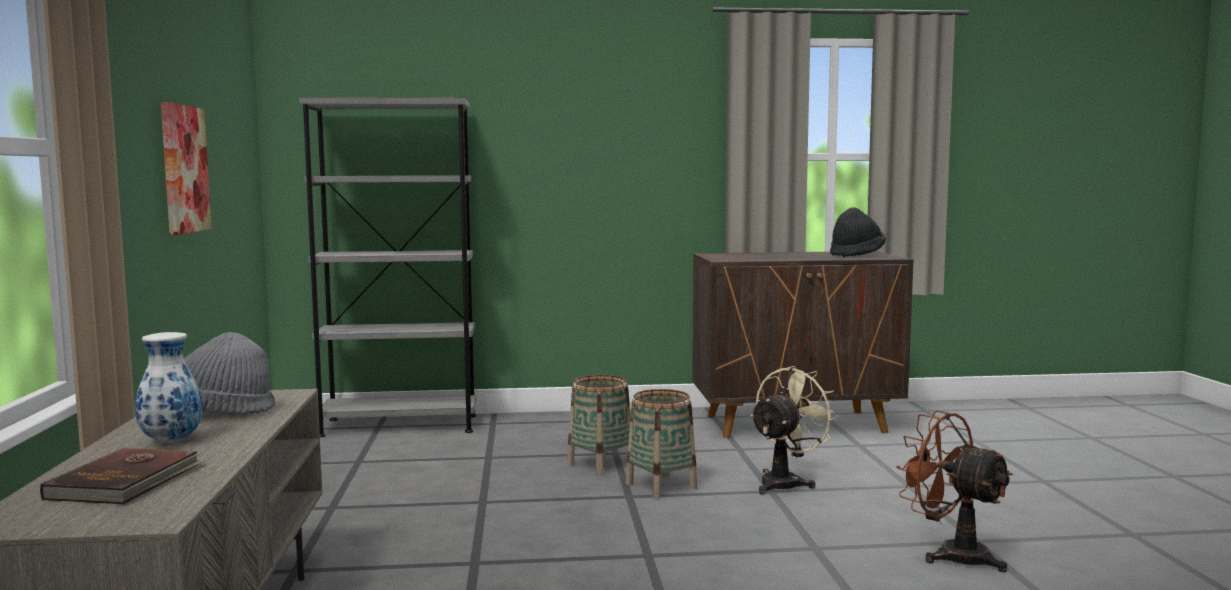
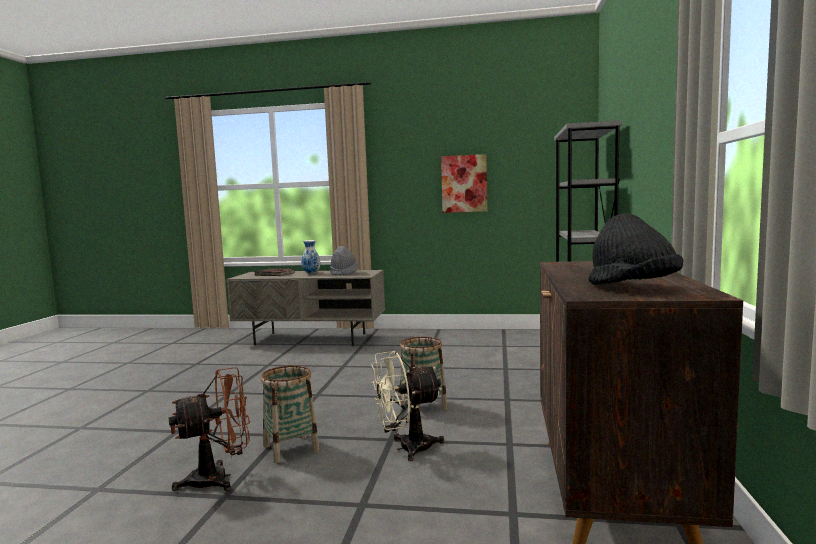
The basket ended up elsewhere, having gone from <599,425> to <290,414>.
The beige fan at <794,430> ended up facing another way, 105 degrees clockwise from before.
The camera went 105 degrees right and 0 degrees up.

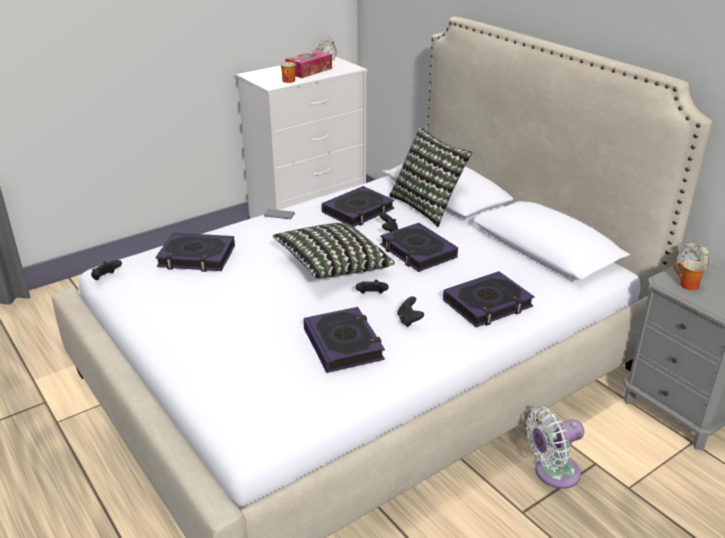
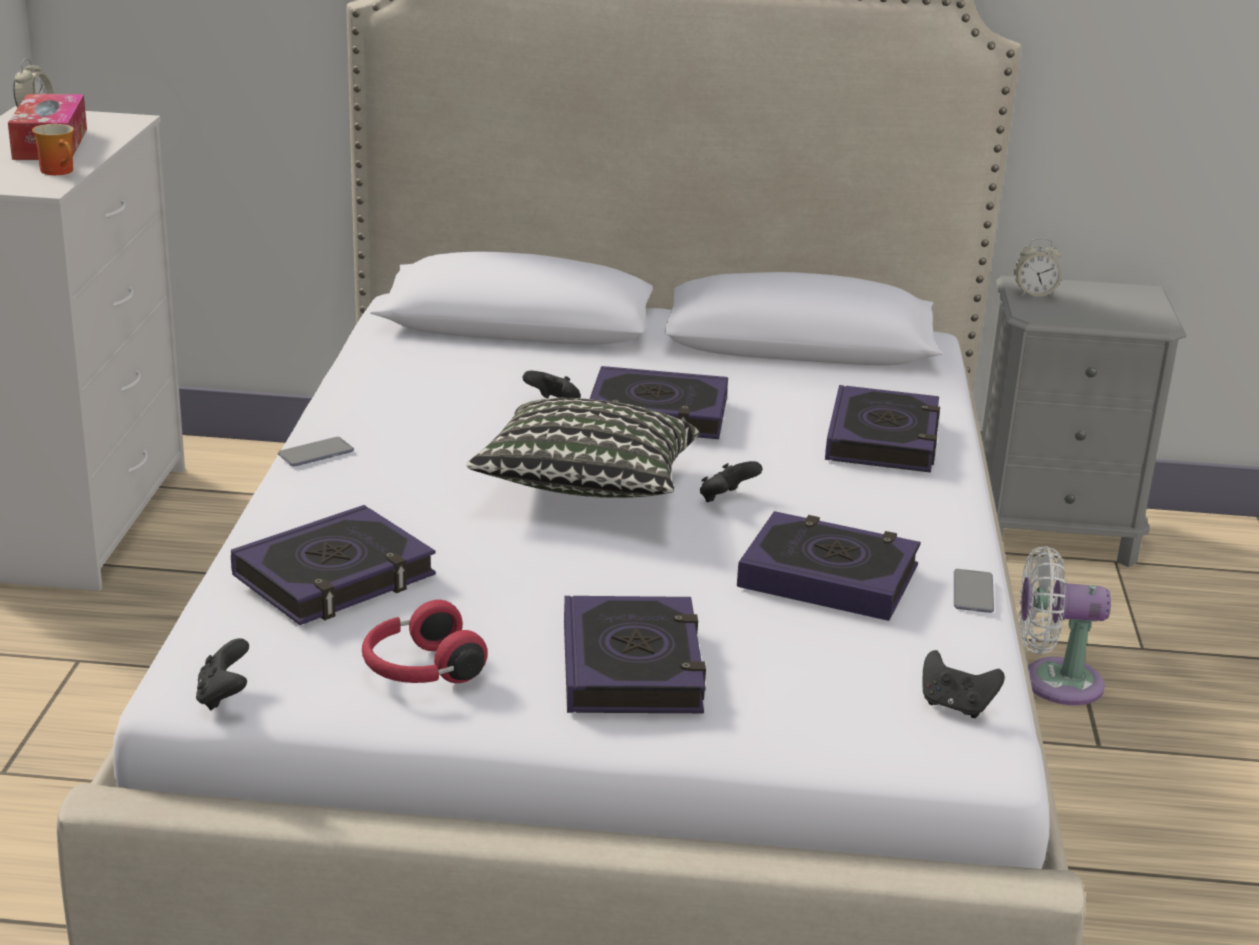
The book ended up elsewhere, having gone from <358,206> to <635,654>.
The second view lost the pillow at <430,177>.
The black game controller ended up elsewhere, having gone from <410,311> to <963,684>.
The white fan at <555,448> ended up facing another way, 75 degrees clockwise from before.
The second view lost the mug at <690,275>.
The second view gained the red headphones at <425,641>.
The second view gained the phone at <974,591>.
The camera went 50 degrees left and 5 degrees down.

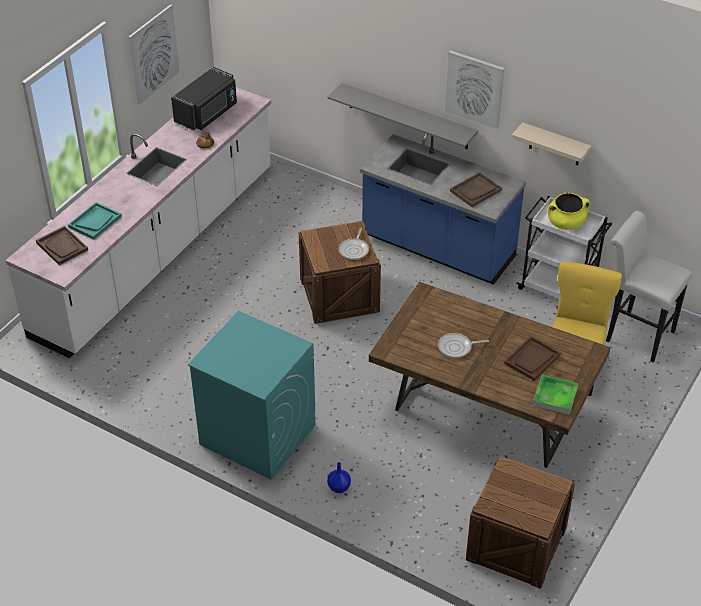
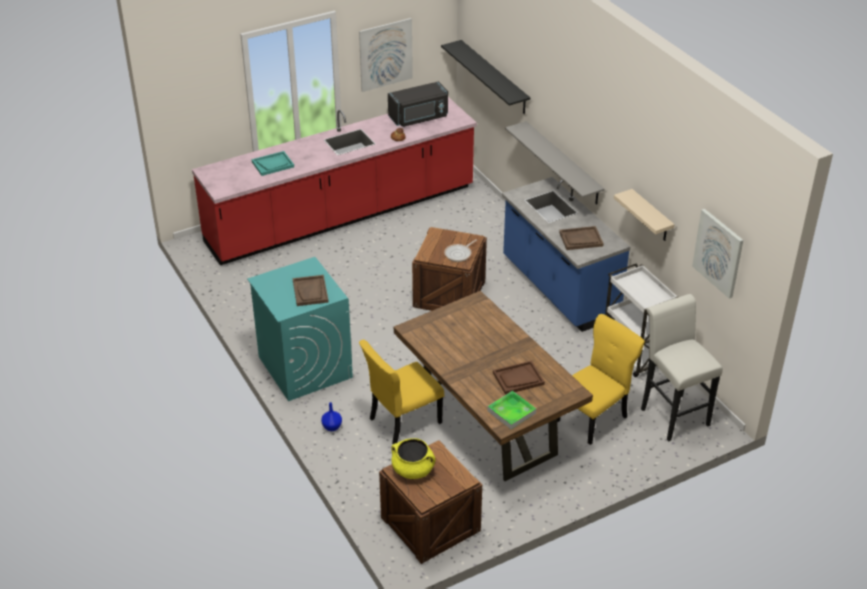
What was the white counter at <138,222> turned into the red counter at <334,181>.
The brown tray ended up elsewhere, having gone from <62,245> to <311,290>.
The second view lost the frying pan at <463,345>.
The picture ended up elsewhere, having gone from <474,89> to <717,254>.
The yellow cooking pot ended up elsewhere, having gone from <568,211> to <413,458>.
The second view gained the yellow chair at <401,392>.
The second view gained the black shelf at <485,77>.
The camera went 30 degrees right and 5 degrees down.

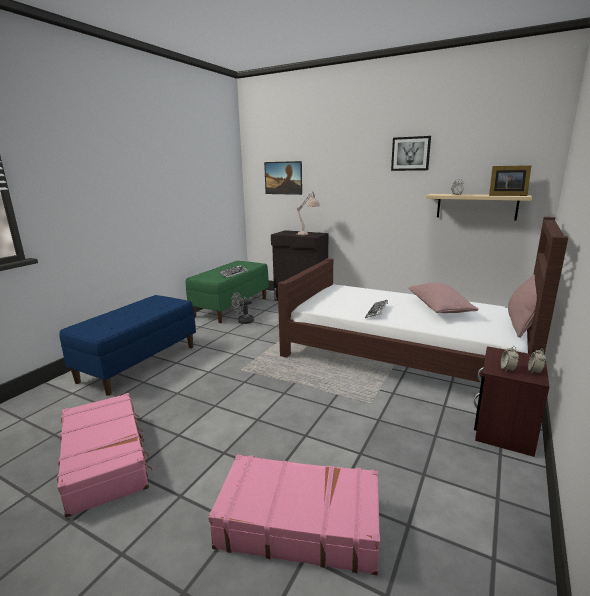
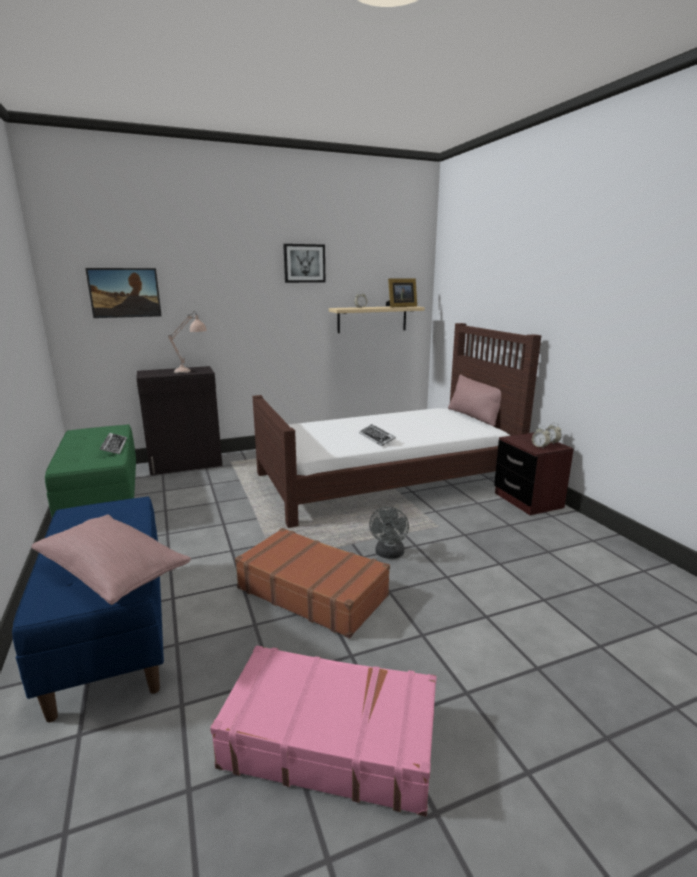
The second view lost the pink suitcase at <294,515>.
The grey fan ended up elsewhere, having gone from <242,308> to <389,533>.
The pink pillow ended up elsewhere, having gone from <443,297> to <111,560>.
The second view gained the brown suitcase at <312,583>.
The camera went 50 degrees left and 0 degrees up.

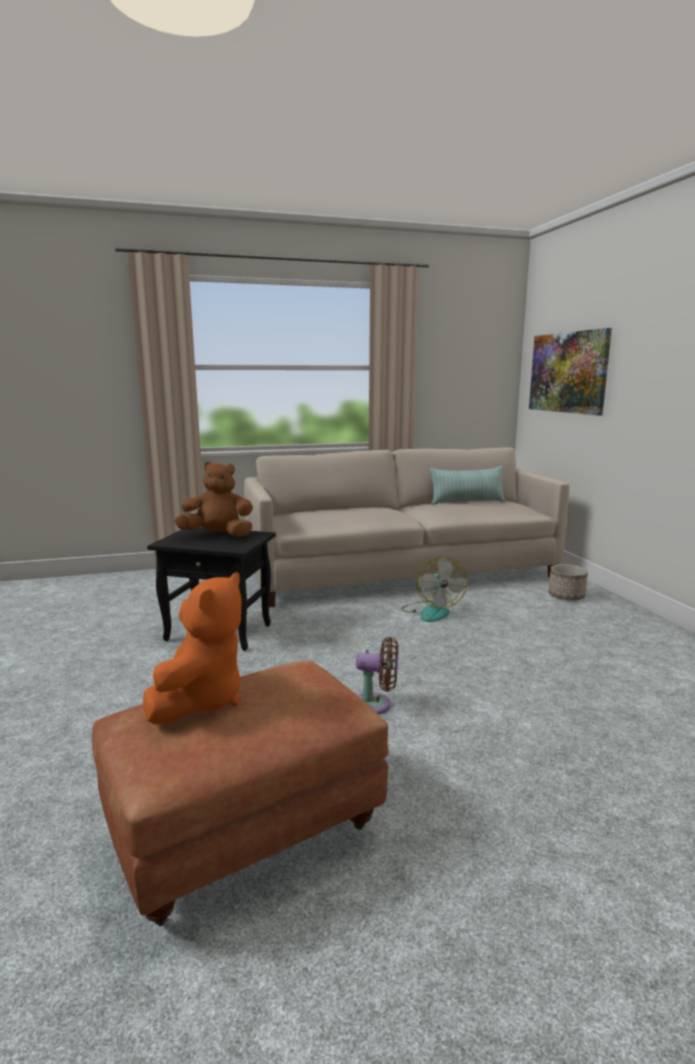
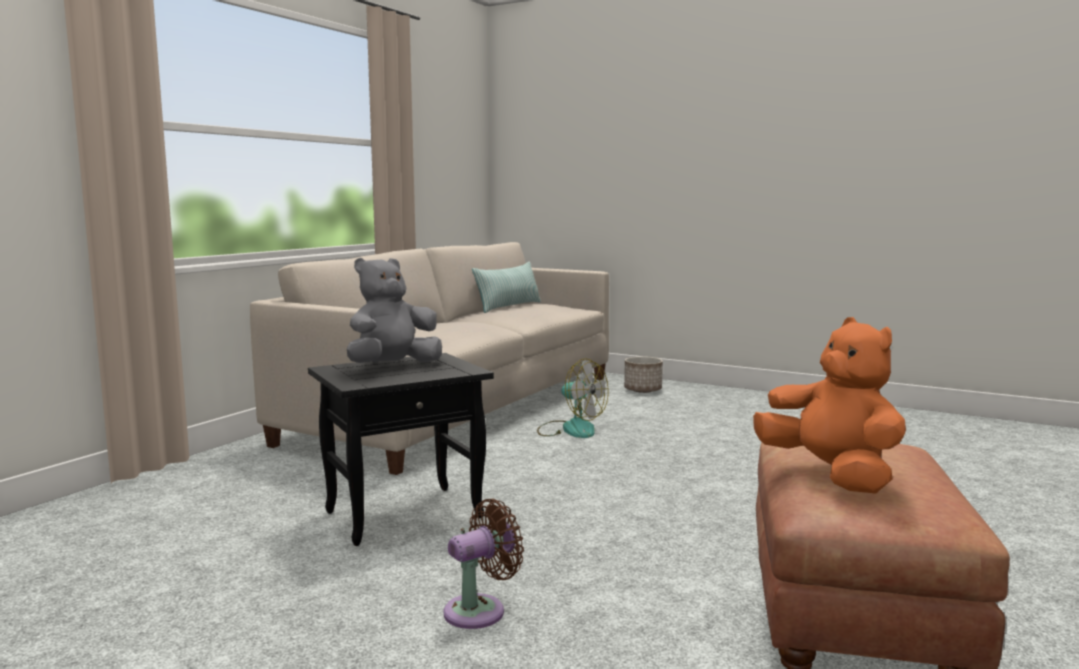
What was the brown plush toy at <214,499> turned into the grey plush toy at <394,310>.
The brown fan ended up elsewhere, having gone from <377,675> to <484,563>.
The second view lost the picture at <570,372>.
The camera went 45 degrees left and 5 degrees down.

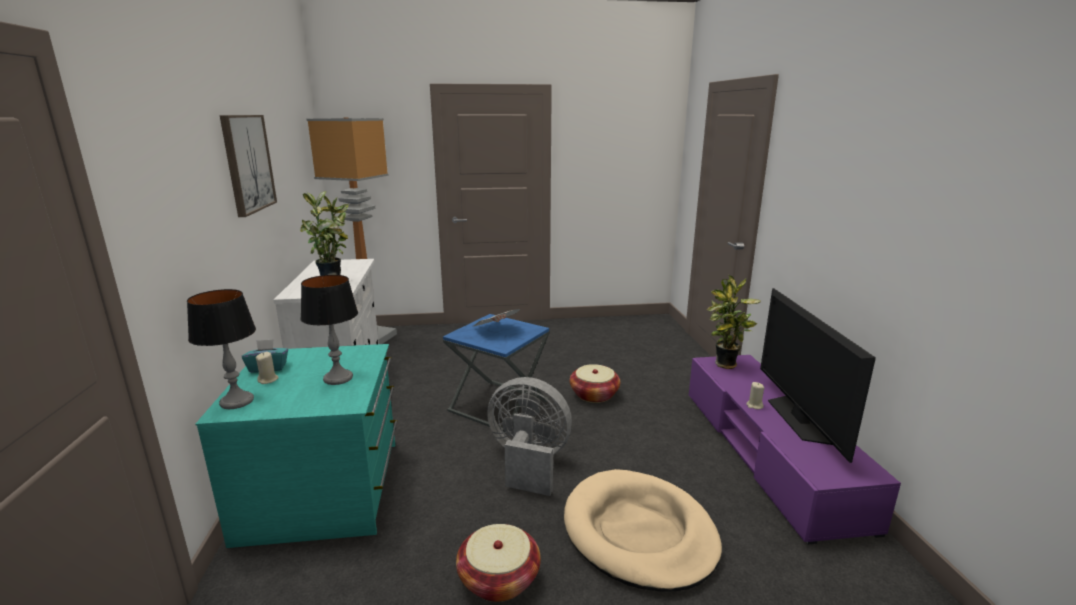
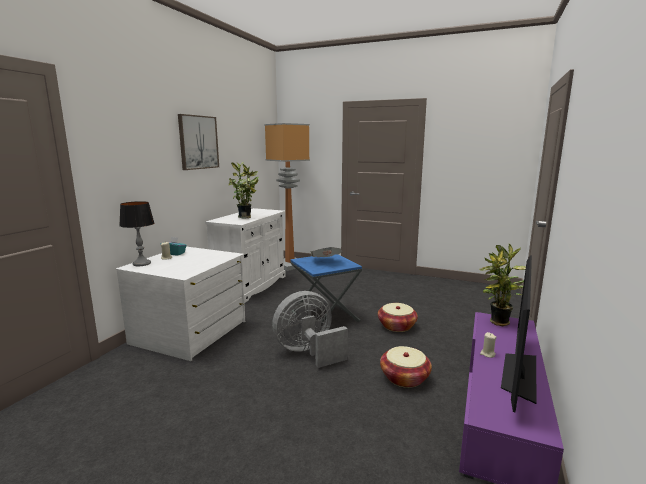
What was the turquoise dresser at <296,446> turned into the white dresser at <180,304>.
The second view lost the table lamp at <329,330>.
The basket ended up elsewhere, having gone from <498,563> to <406,367>.
The grey fan at <529,436> ended up facing another way, 75 degrees counterclockwise from before.
The second view lost the beige dog bed at <643,530>.
The camera went 30 degrees right and 5 degrees down.

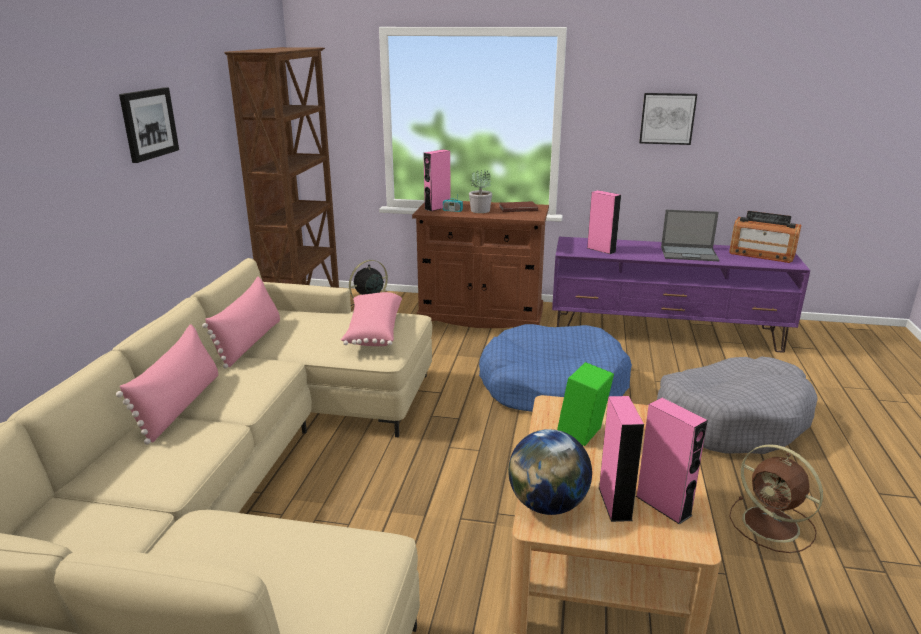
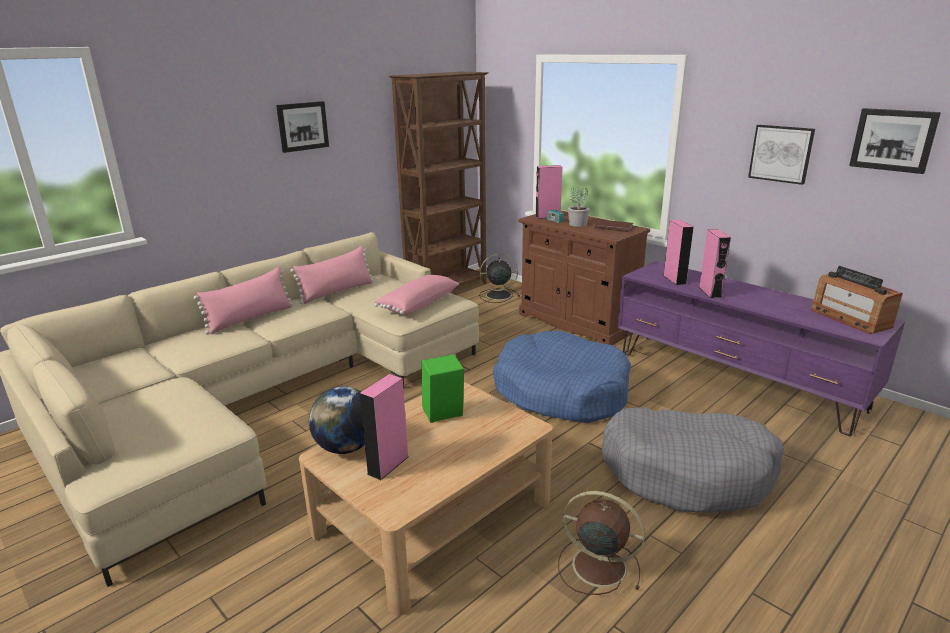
The pink speaker ended up elsewhere, having gone from <672,461> to <715,263>.
The second view lost the laptop at <690,235>.
The brown fan at <776,498> ended up facing another way, 120 degrees clockwise from before.
The second view gained the picture at <895,141>.
The camera went 35 degrees right and 0 degrees up.

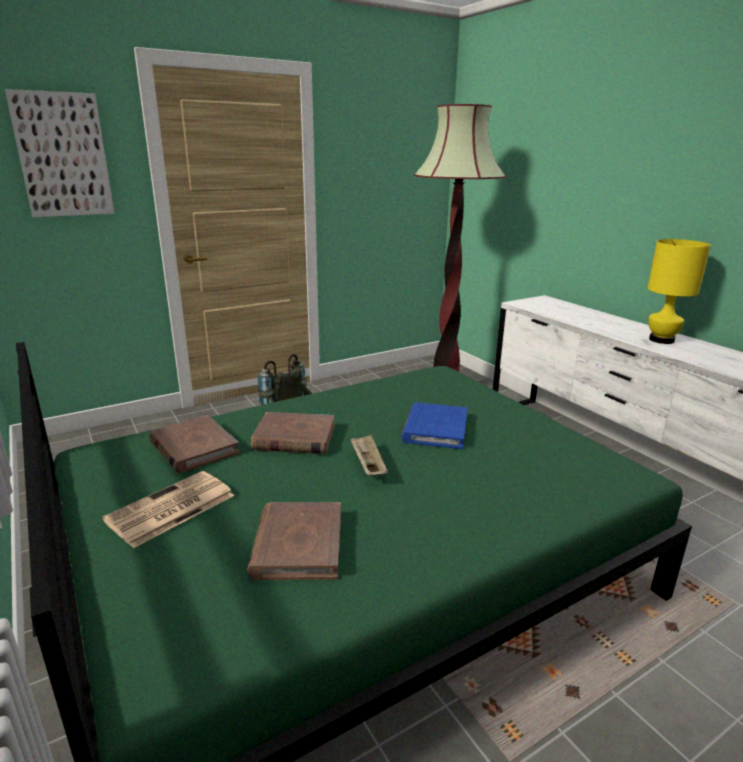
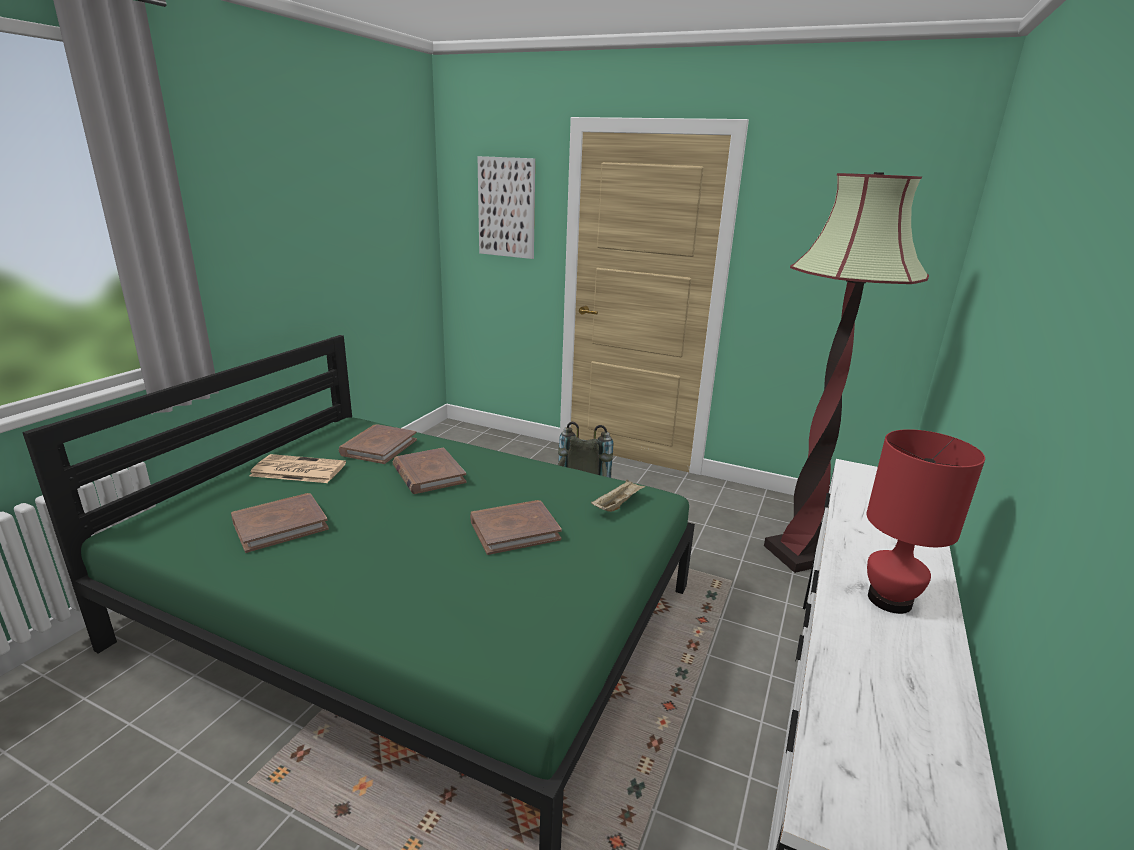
The beige tray ended up elsewhere, having gone from <369,455> to <618,495>.
What was the blue book at <434,425> turned into the brown book at <516,527>.
What was the yellow table lamp at <679,291> turned into the red table lamp at <926,521>.
The camera went 55 degrees right and 0 degrees up.

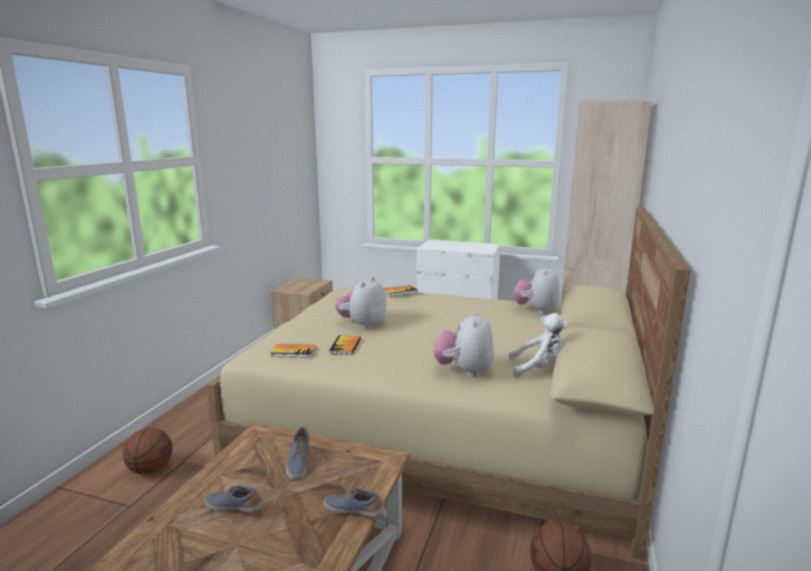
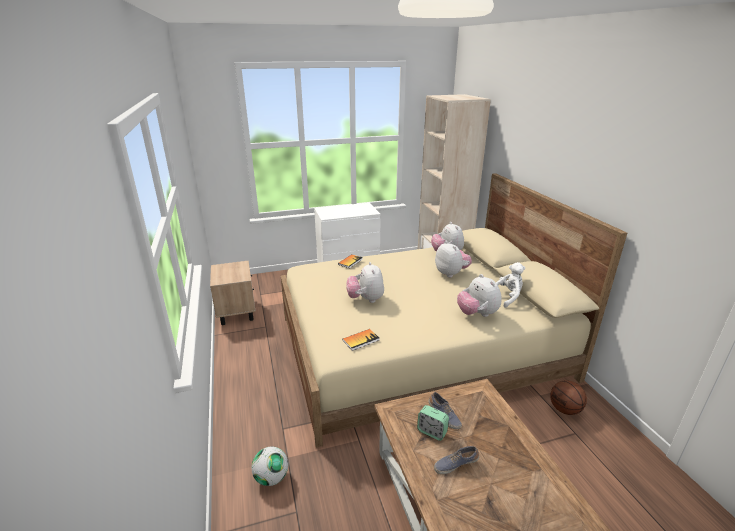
Where the basketball stood at <147,451>, the football came to stand at <270,466>.
The second view lost the shoe at <353,503>.
The second view lost the book at <345,345>.
The second view gained the alarm clock at <433,423>.
The second view gained the plush toy at <453,259>.
The camera went 35 degrees left and 10 degrees up.

